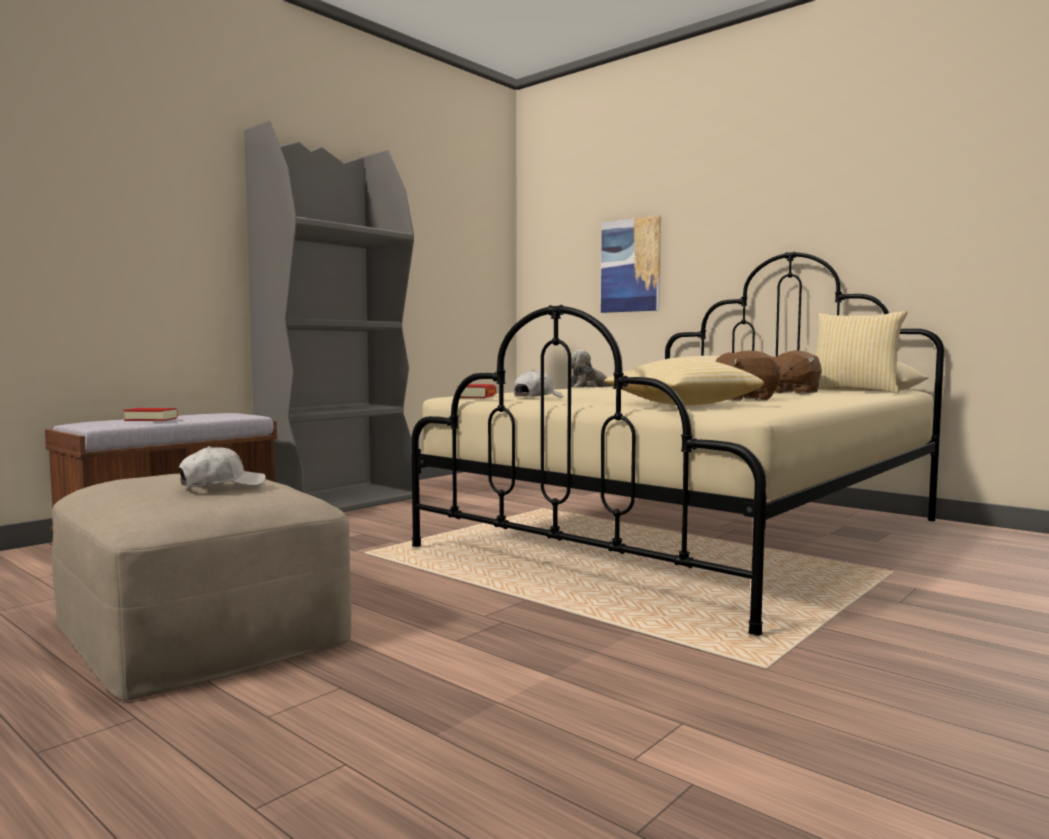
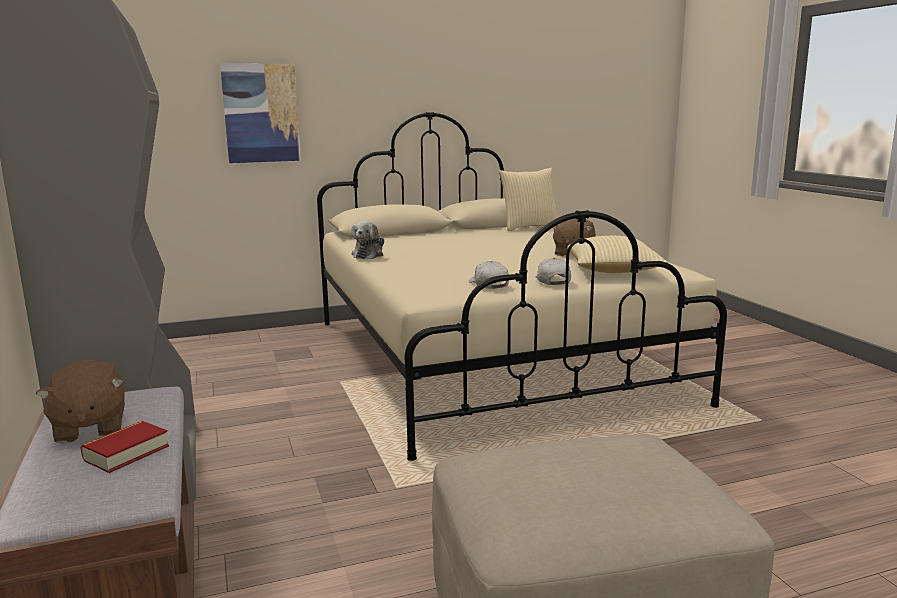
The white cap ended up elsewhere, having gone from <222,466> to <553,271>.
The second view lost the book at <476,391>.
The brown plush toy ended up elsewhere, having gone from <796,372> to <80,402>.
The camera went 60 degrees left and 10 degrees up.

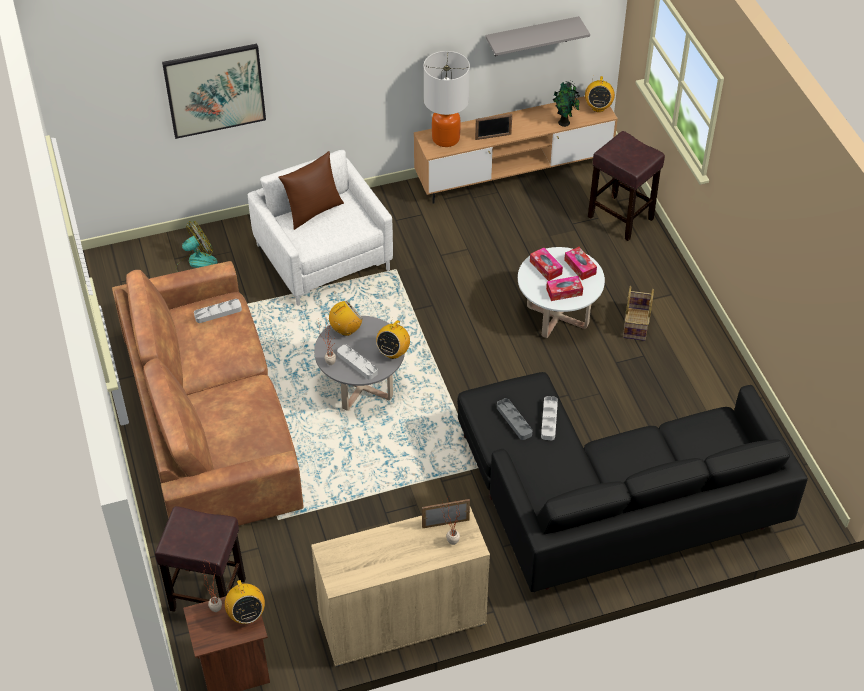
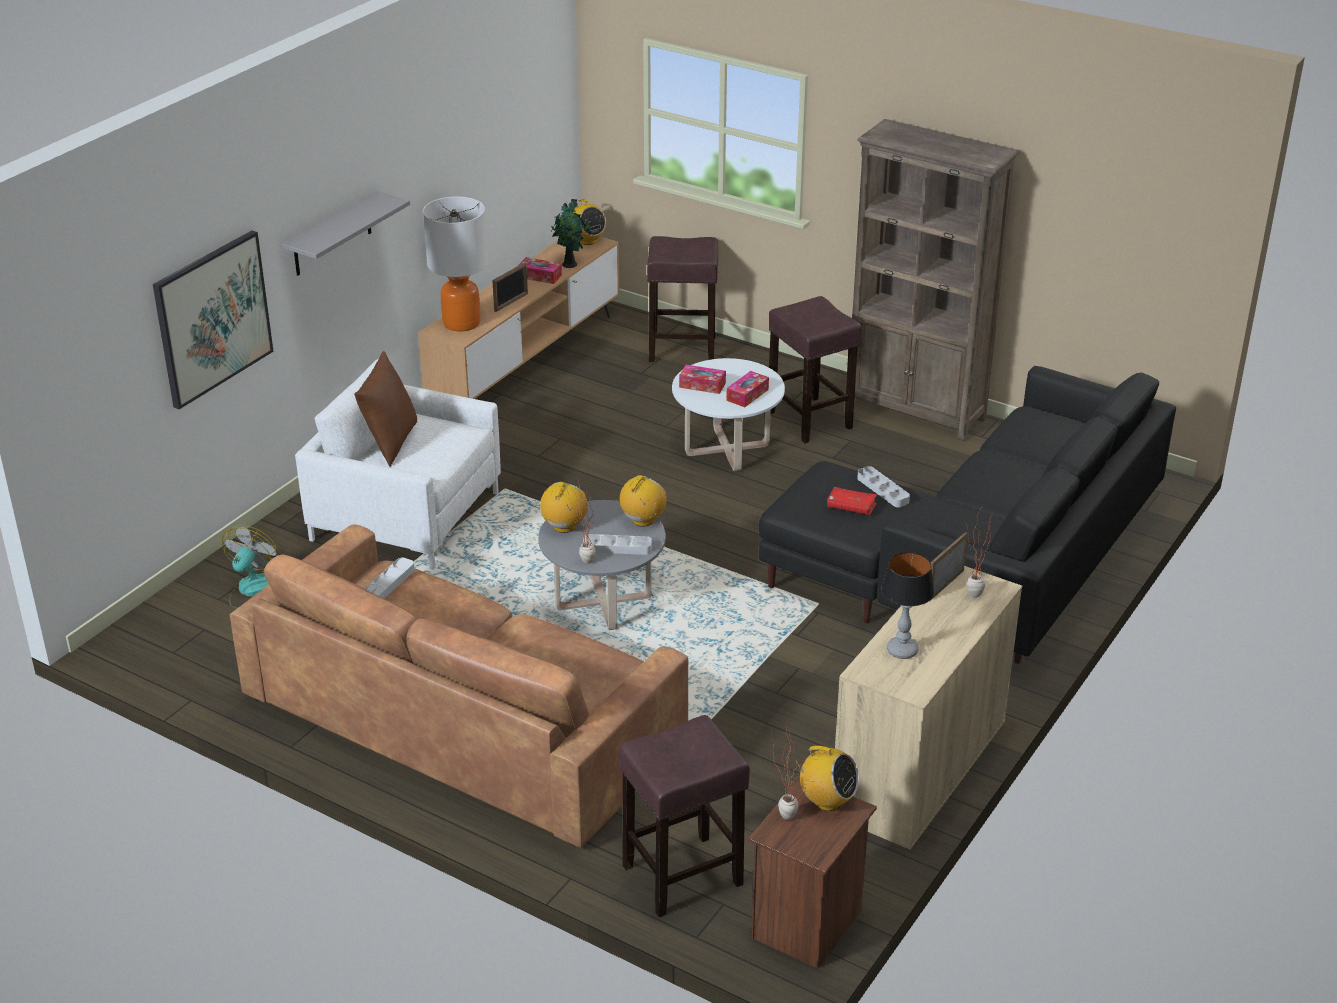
The radio at <393,338> ended up facing another way, 135 degrees counterclockwise from before.
The grey shelf ended up elsewhere, having gone from <537,36> to <346,233>.
Where the grey tray stood at <514,419>, the red book came to stand at <852,501>.
The tissue box ended up elsewhere, having gone from <580,263> to <540,270>.
Where the basket stood at <638,313>, the brown stool came to stand at <815,369>.
The second view gained the brown bookcase at <935,280>.
The second view gained the table lamp at <907,605>.
The camera went 40 degrees left and 15 degrees down.

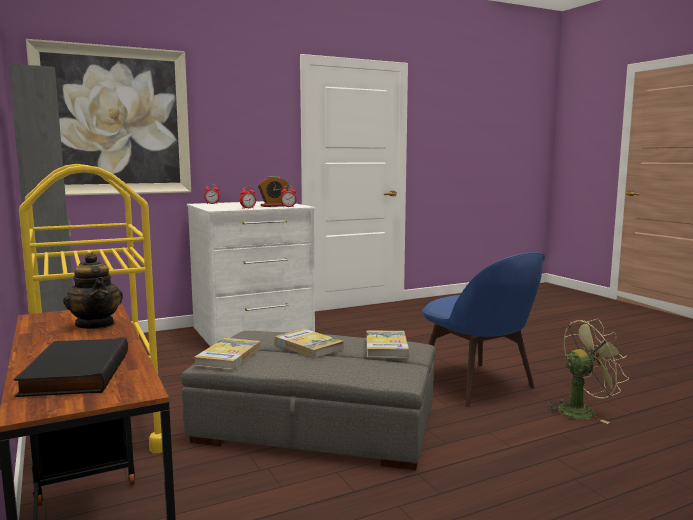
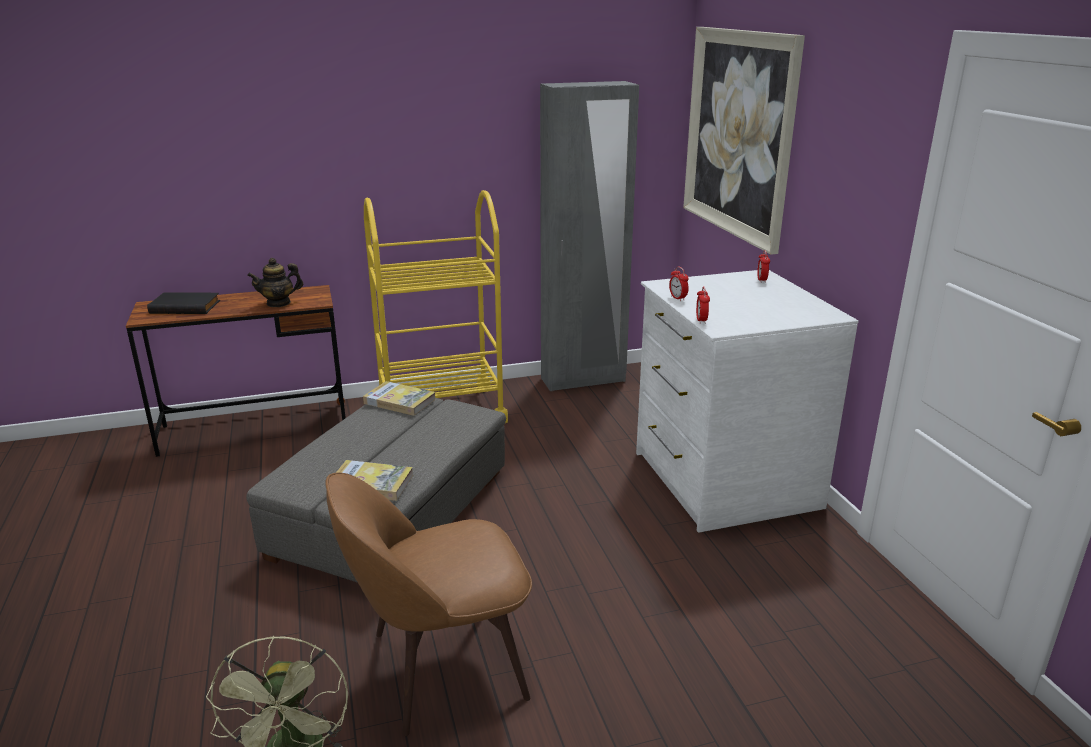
The second view lost the alarm clock at <273,191>.
The second view lost the book at <309,343>.
What was the blue chair at <483,329> turned into the brown chair at <428,604>.
The camera went 100 degrees right and 15 degrees up.

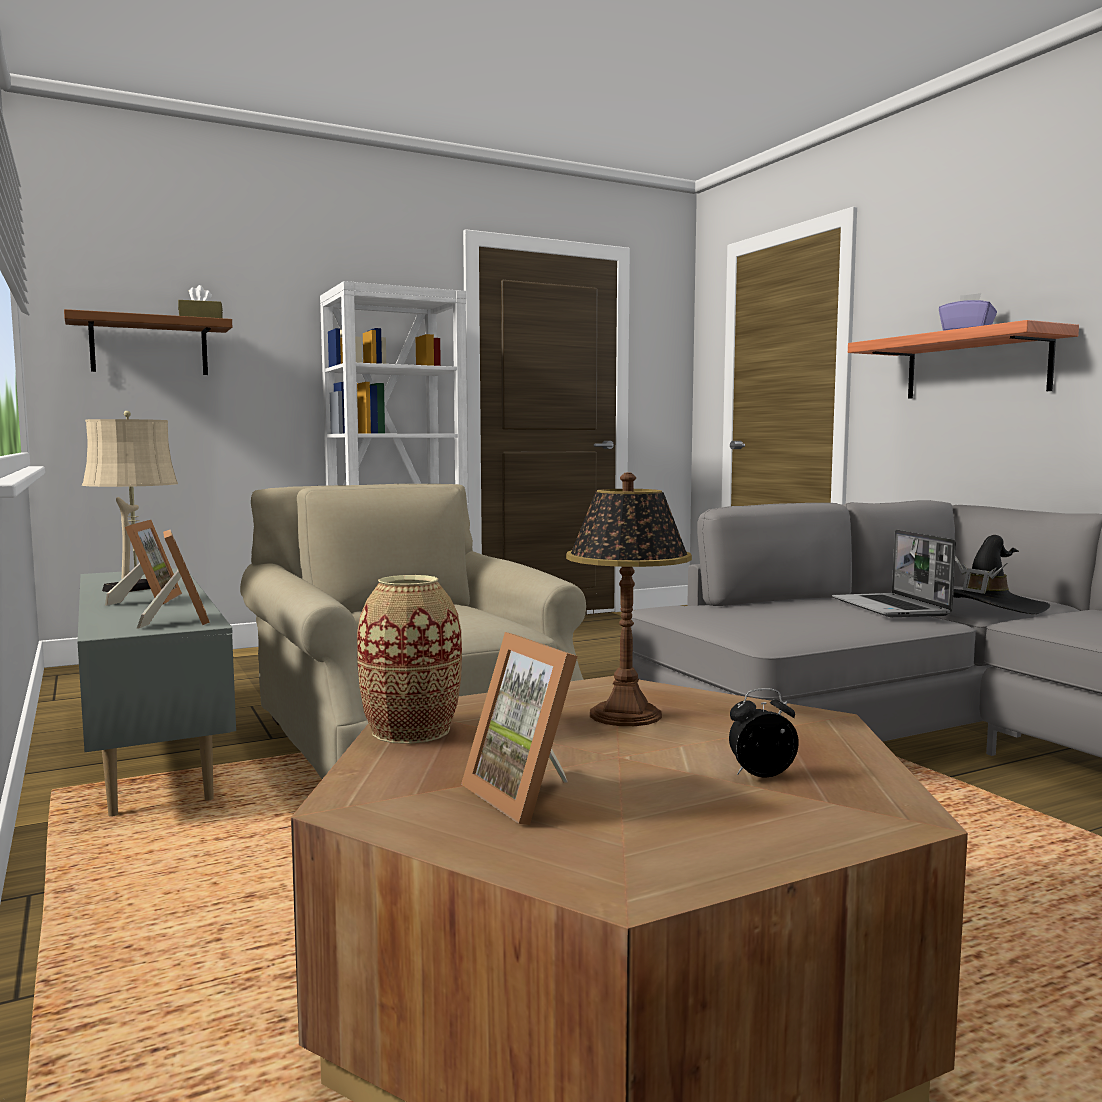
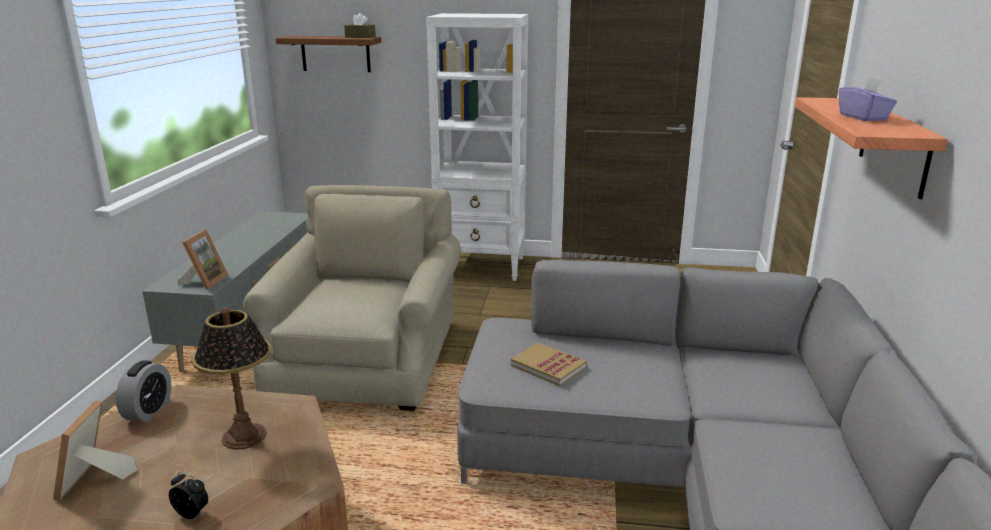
The second view lost the beige table lamp at <130,501>.
The second view lost the picture frame at <143,563>.
Where the vase stood at <409,659>, the alarm clock came to stand at <143,391>.
The second view lost the laptop at <894,573>.
The second view lost the black hat at <1001,574>.
The second view gained the book at <549,364>.
The camera went 35 degrees right and 15 degrees up.

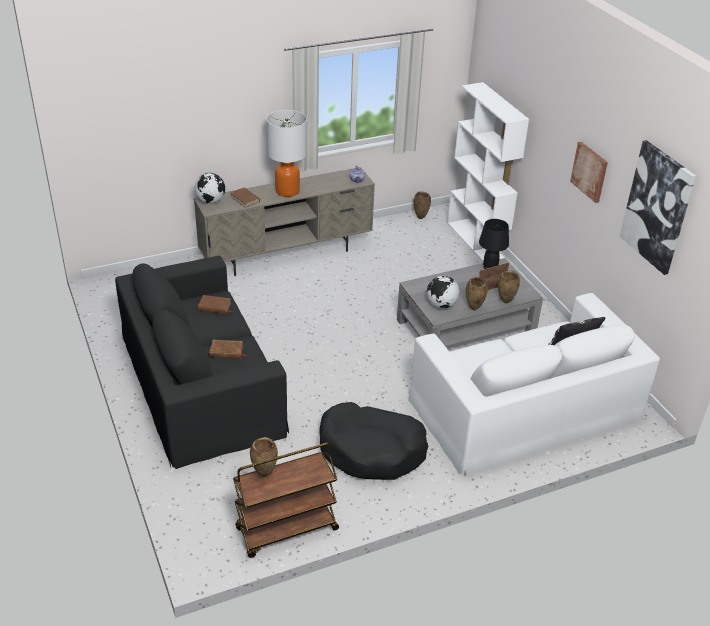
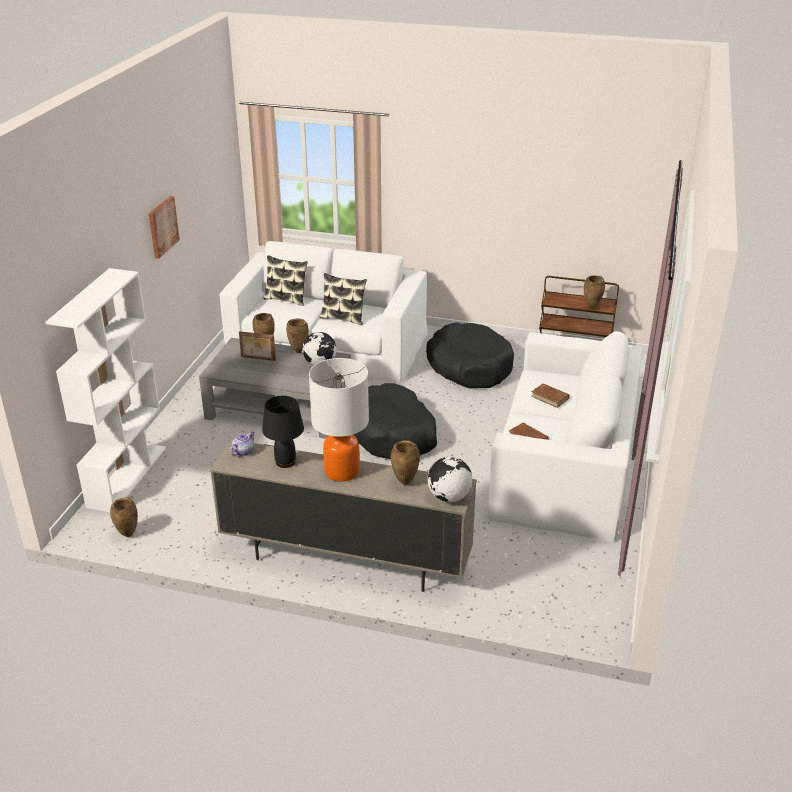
What was the black sofa at <202,362> turned into the white sofa at <564,436>.
Where the brown book stood at <245,197>, the brown vase came to stand at <405,462>.
The black table lamp ended up elsewhere, having gone from <494,244> to <283,431>.
The second view lost the picture at <657,207>.
The second view gained the pillow at <343,299>.
The second view gained the black dog bed at <395,421>.
The camera went 140 degrees left and 5 degrees down.

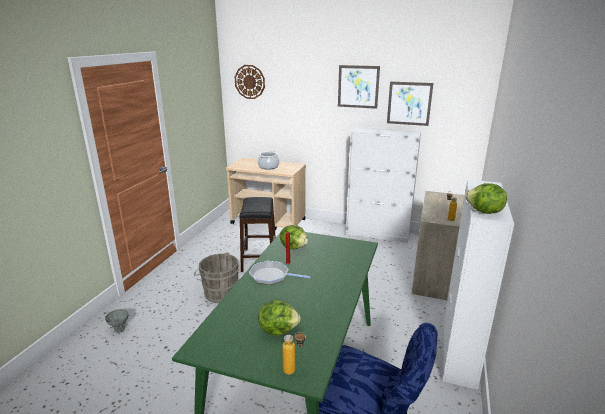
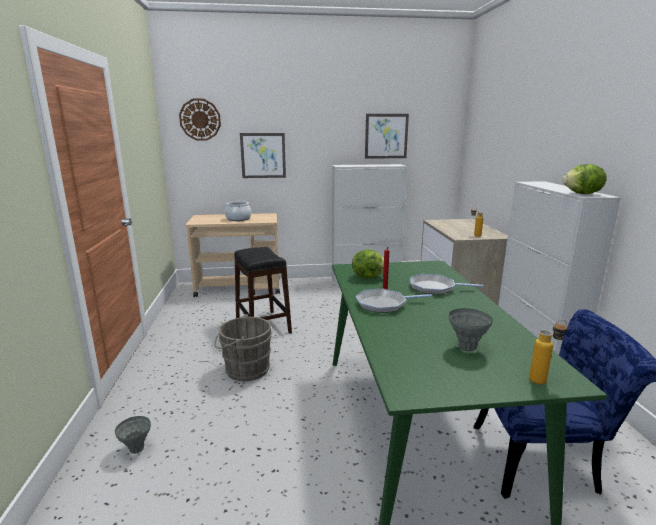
Where the lettuce stood at <280,317>, the grey vase came to stand at <471,329>.
The picture ended up elsewhere, having gone from <359,87> to <263,155>.
The second view gained the frying pan at <446,284>.
The camera went 25 degrees left and 5 degrees down.

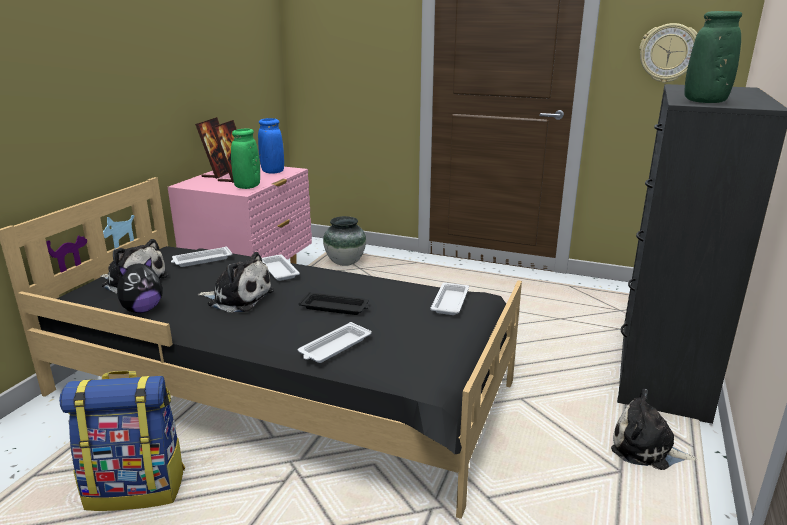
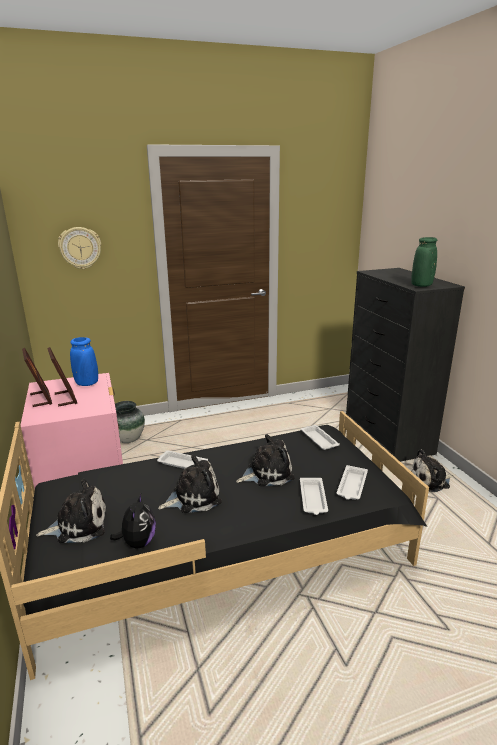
The second view lost the backpack at <122,441>.
The white tray ended up elsewhere, having gone from <201,256> to <352,482>.
The second view lost the green vase at <245,159>.
Where the black tray stood at <334,303>, the plush toy came to stand at <265,460>.
The wall clock ended up elsewhere, having gone from <668,53> to <79,248>.
The camera went 40 degrees left and 0 degrees up.

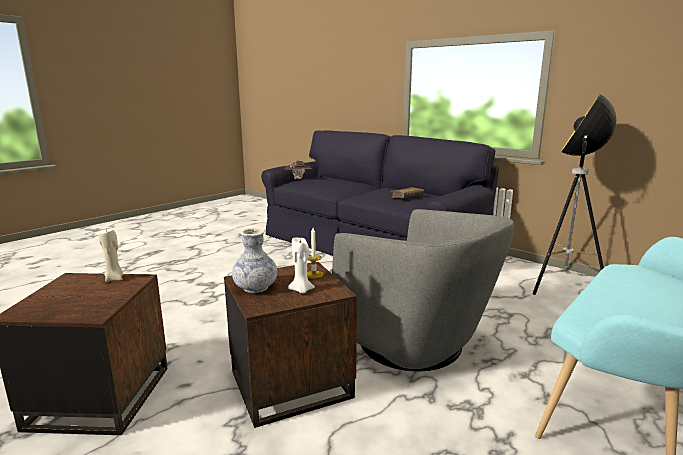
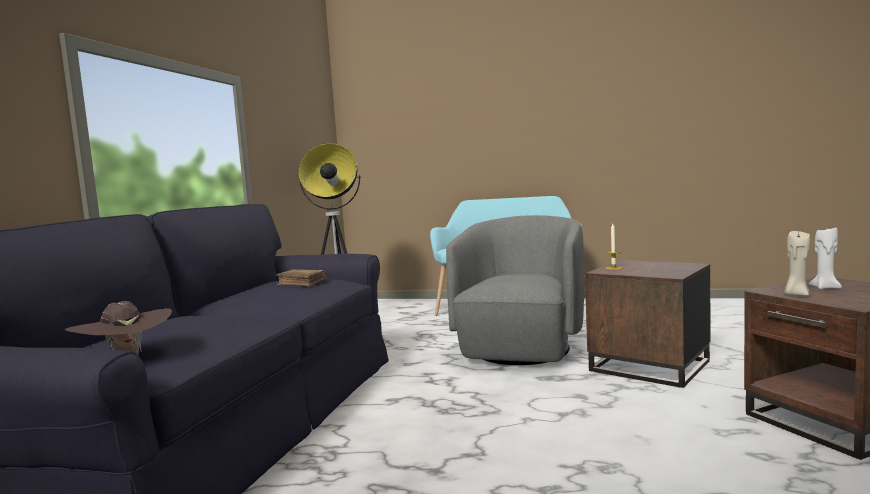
The second view lost the vase at <254,260>.
The white candle ended up elsewhere, having gone from <301,265> to <825,259>.
The camera went 115 degrees left and 10 degrees down.

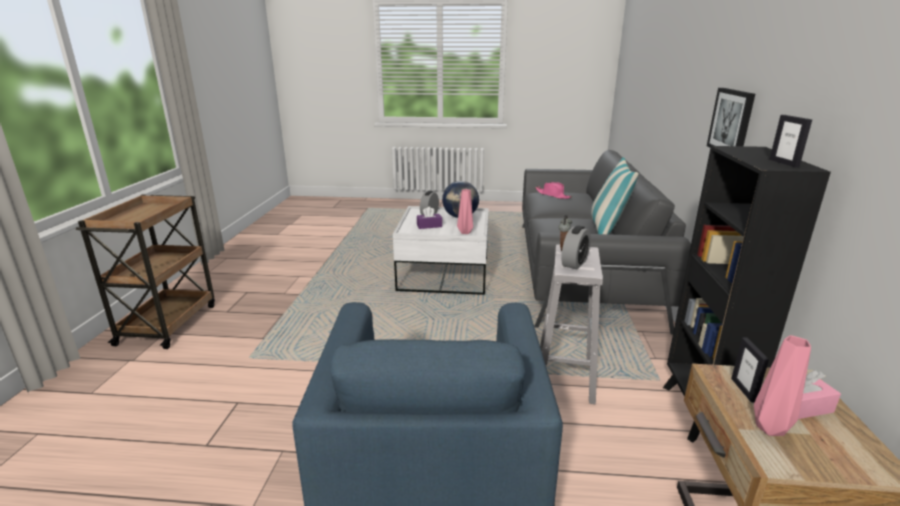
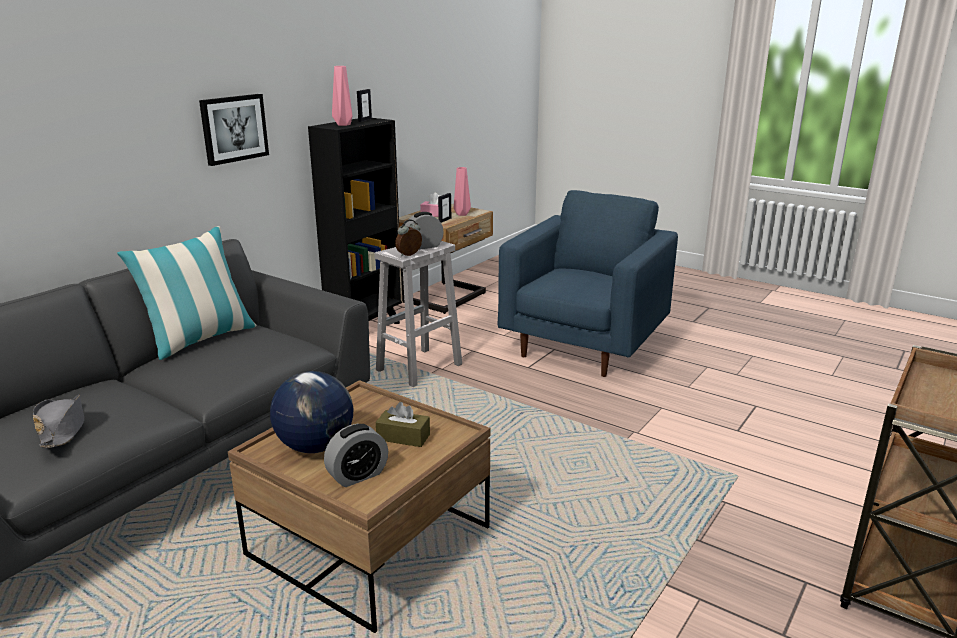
What was the white coffee table at <441,250> turned into the brown coffee table at <359,506>.
What was the purple tissue box at <429,217> turned into the brown tissue box at <403,424>.
The pink vase ended up elsewhere, having gone from <465,211> to <342,96>.
What was the pink hat at <554,190> turned into the grey hat at <58,421>.
The camera went 150 degrees left and 0 degrees up.

